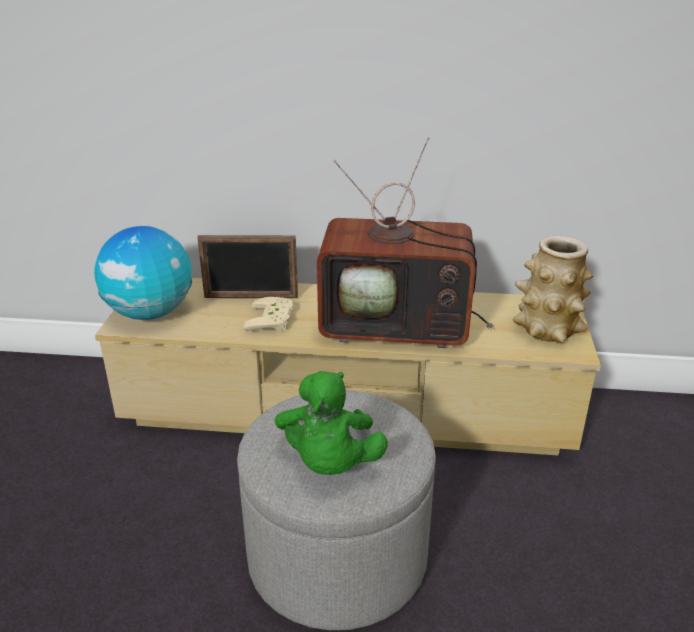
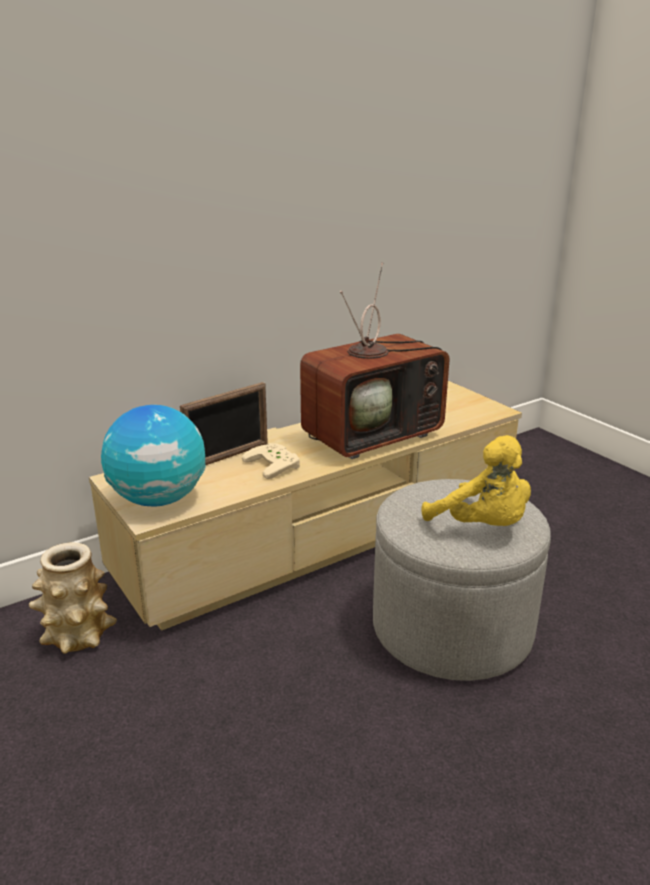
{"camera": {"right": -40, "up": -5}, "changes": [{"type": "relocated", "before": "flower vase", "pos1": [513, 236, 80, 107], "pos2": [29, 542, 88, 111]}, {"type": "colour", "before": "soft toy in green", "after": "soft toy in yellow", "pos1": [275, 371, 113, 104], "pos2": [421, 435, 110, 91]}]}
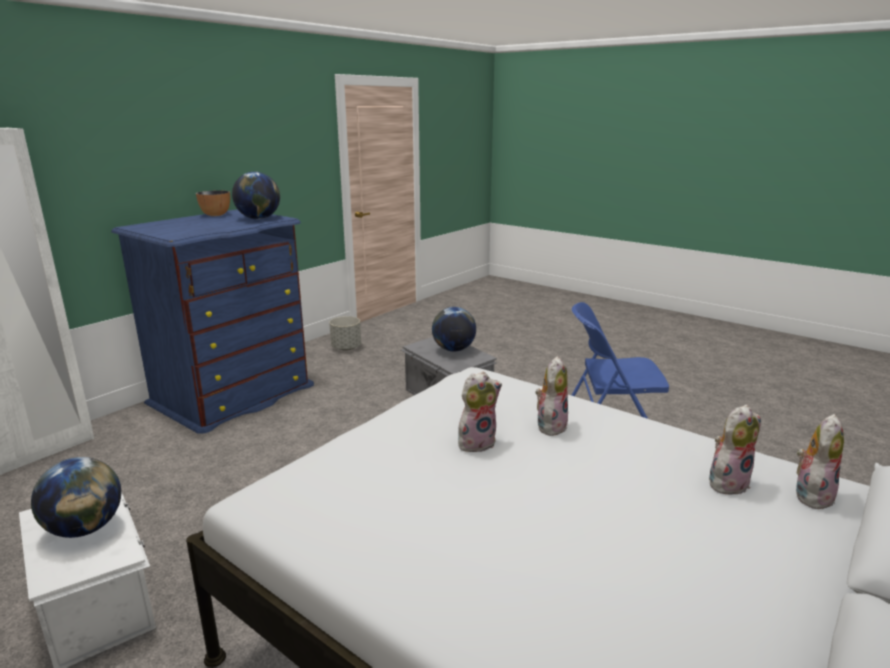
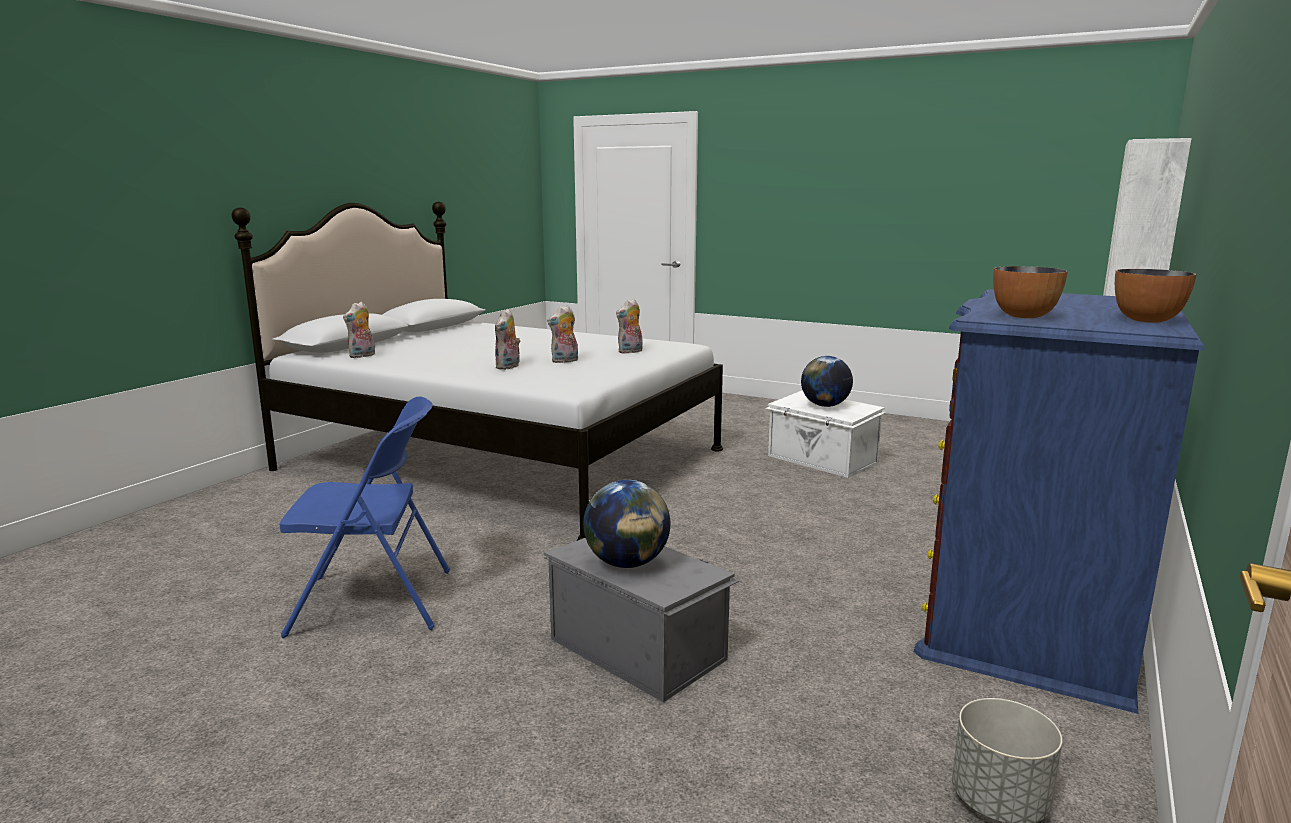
{"camera": {"right": 170, "up": -5}, "changes": [{"type": "relocated", "before": "soft toy", "pos1": [709, 405, 52, 90], "pos2": [616, 299, 27, 55]}, {"type": "exchanged", "before": "desk globe", "after": "bowl", "pos1": [232, 172, 48, 47], "pos2": [993, 266, 75, 52]}]}
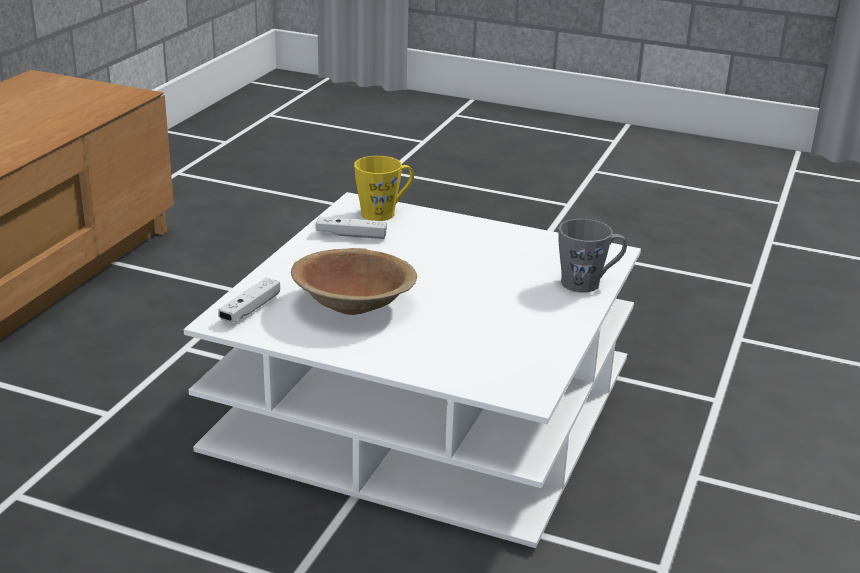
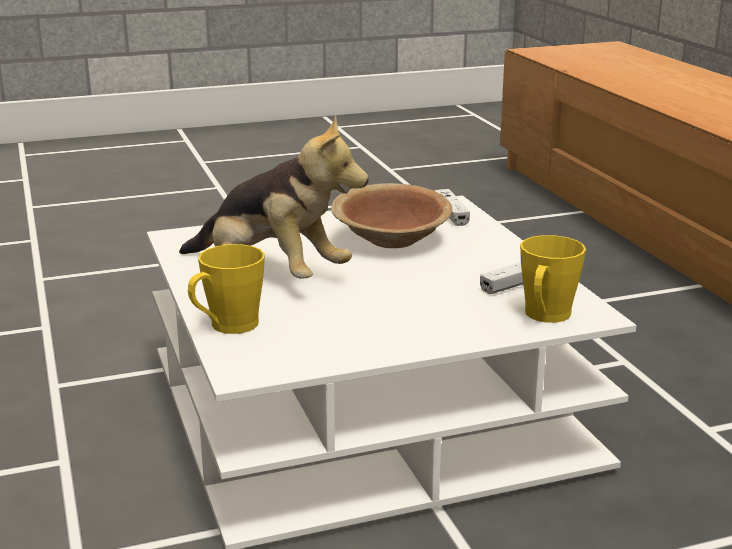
{"camera": {"right": 140, "up": -5}, "changes": [{"type": "appeared", "after": "soft toy", "pos2": [179, 115, 190, 164]}, {"type": "colour", "before": "tea mug in gray", "after": "tea mug in yellow", "pos1": [559, 219, 68, 74], "pos2": [188, 244, 77, 90]}]}
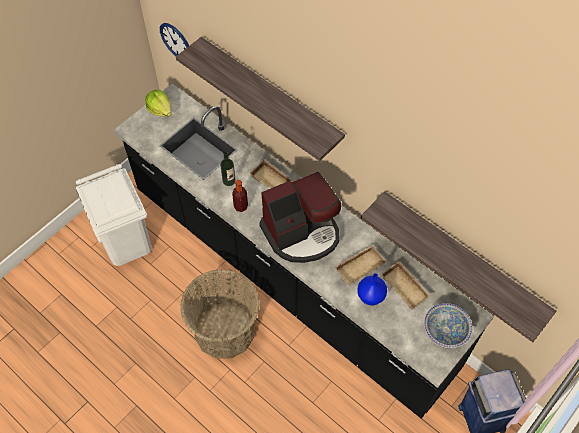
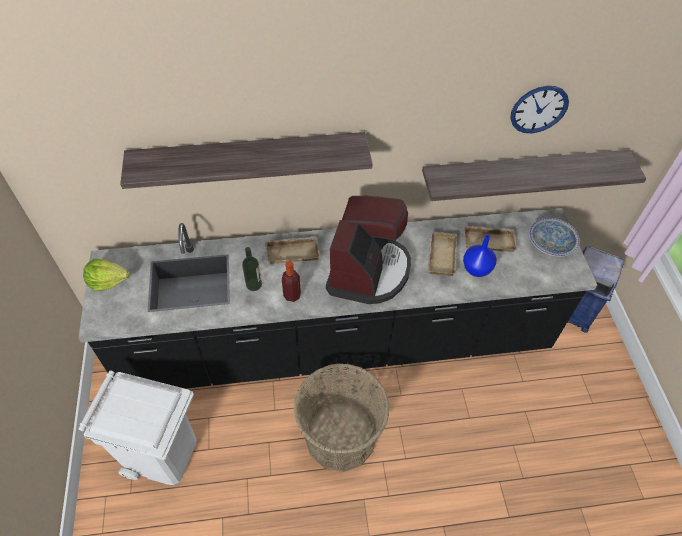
{"camera": {"right": -50, "up": -5}, "changes": [{"type": "relocated", "before": "hanging clock", "pos1": [160, 23, 29, 33], "pos2": [510, 86, 59, 47]}]}
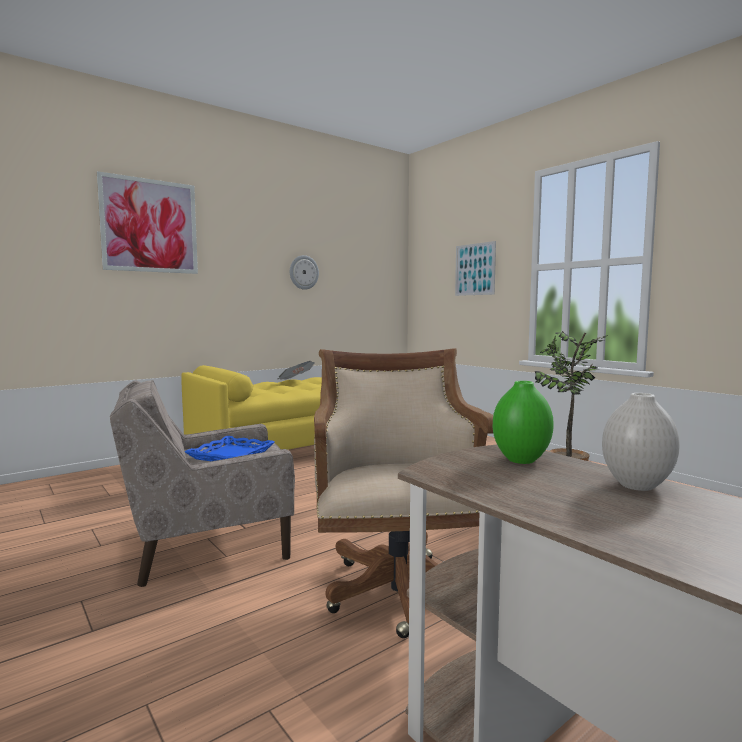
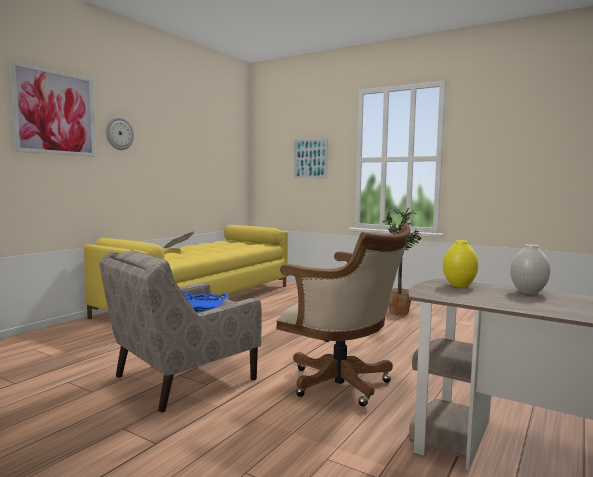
{"camera": {"right": -20, "up": 0}, "changes": [{"type": "relocated", "before": "hanging clock", "pos1": [290, 255, 29, 35], "pos2": [106, 117, 28, 33]}, {"type": "spun", "before": "computer chair", "pos1": [314, 348, 179, 290], "pos2": [276, 224, 134, 182], "turn": 150}, {"type": "colour", "before": "flower vase in green", "after": "flower vase in yellow", "pos1": [493, 381, 61, 83], "pos2": [443, 240, 35, 48]}]}
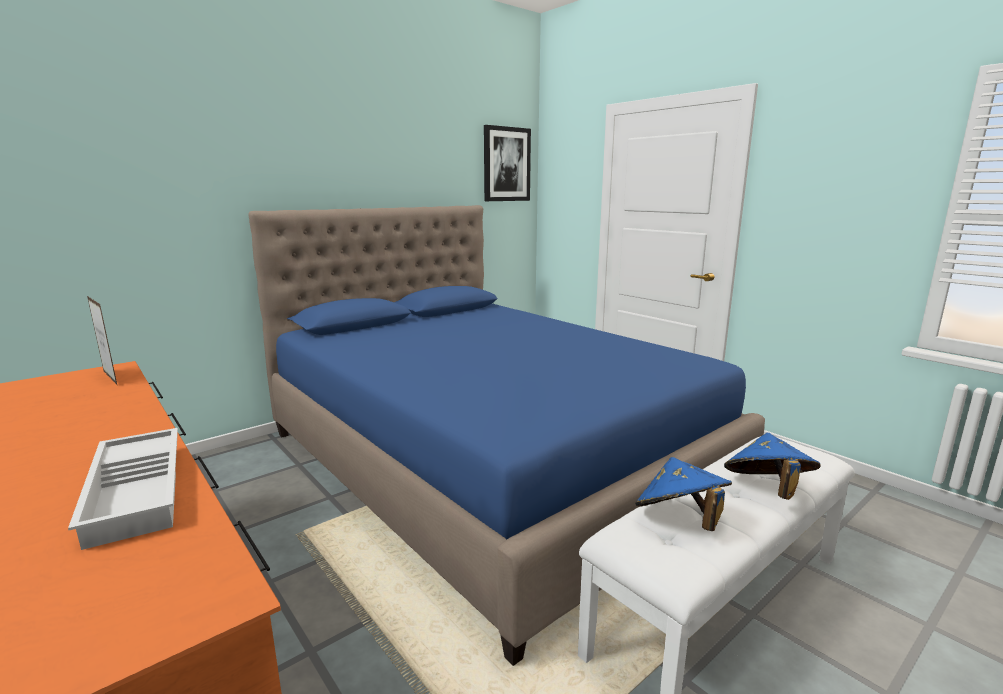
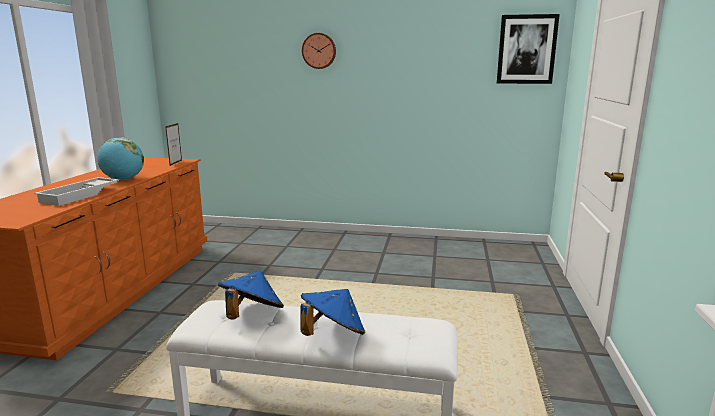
{"camera": {"right": 50, "up": 0}, "changes": [{"type": "appeared", "after": "desk globe", "pos2": [97, 137, 47, 43]}, {"type": "appeared", "after": "hanging clock", "pos2": [302, 33, 34, 36]}, {"type": "missing", "before": "sleeping bed in blue-coloured", "pos1": [248, 205, 517, 461]}]}
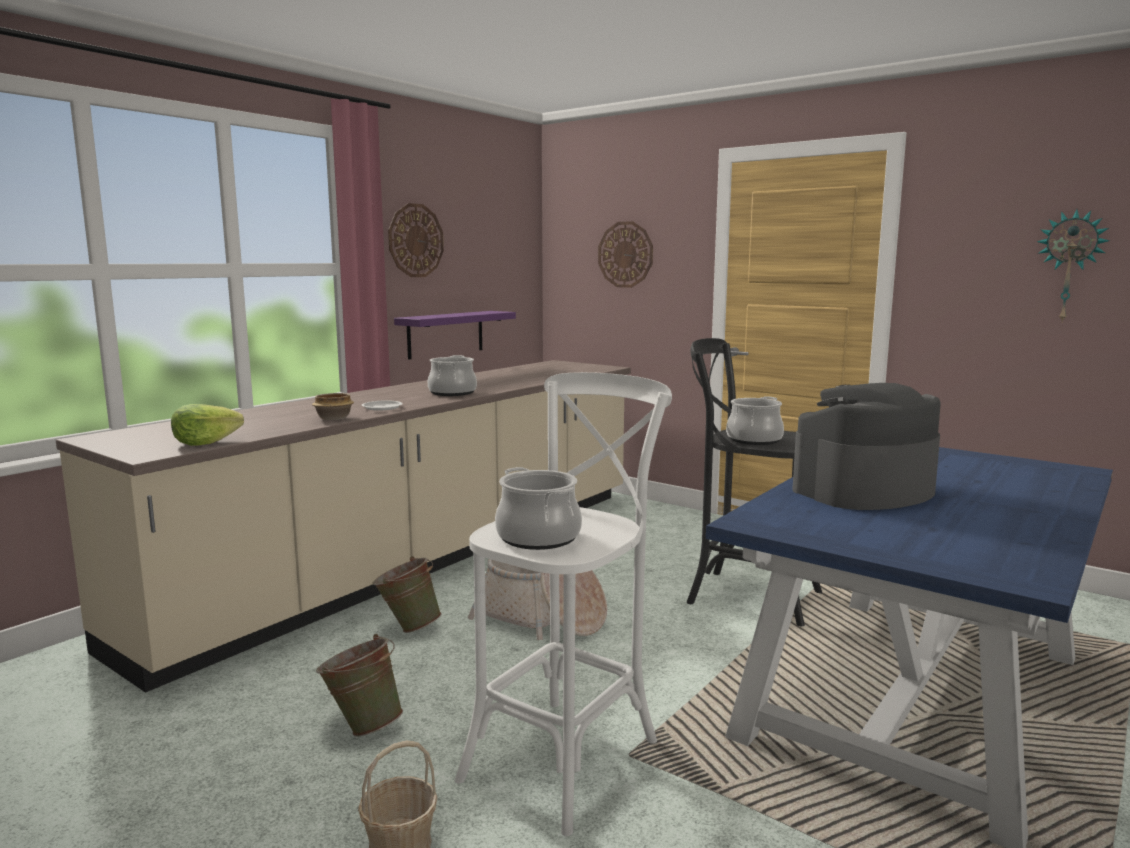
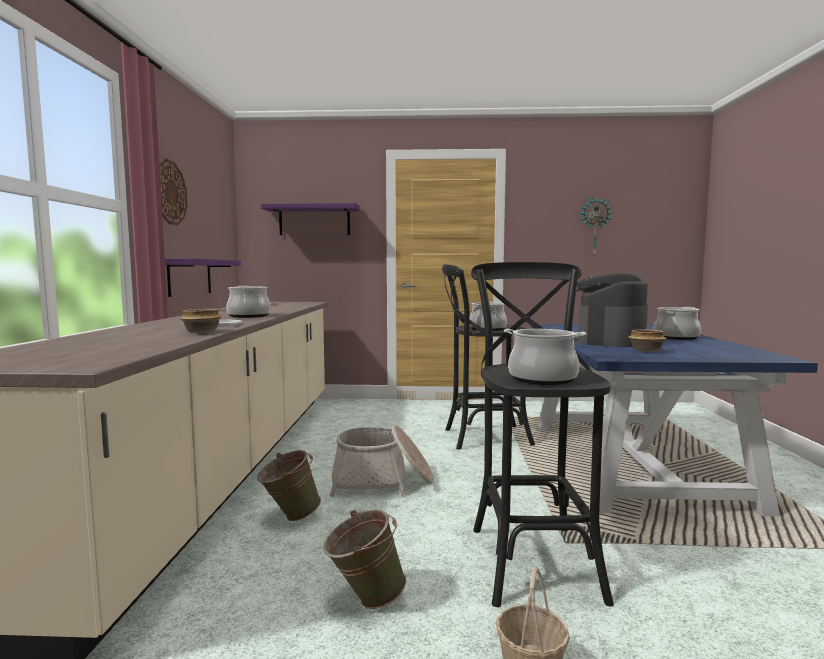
{"camera": {"right": -35, "up": -5}, "changes": [{"type": "exchanged", "before": "hanging clock", "after": "shelf in purple-coloured", "pos1": [598, 221, 55, 67], "pos2": [261, 203, 99, 32]}, {"type": "colour", "before": "stool in whitish", "after": "stool in black", "pos1": [455, 372, 217, 464], "pos2": [471, 262, 143, 345]}, {"type": "appeared", "after": "bowl", "pos2": [628, 329, 39, 23]}, {"type": "appeared", "after": "stockpot", "pos2": [653, 307, 48, 33]}, {"type": "missing", "before": "head of lettuce", "pos1": [171, 404, 73, 42]}]}
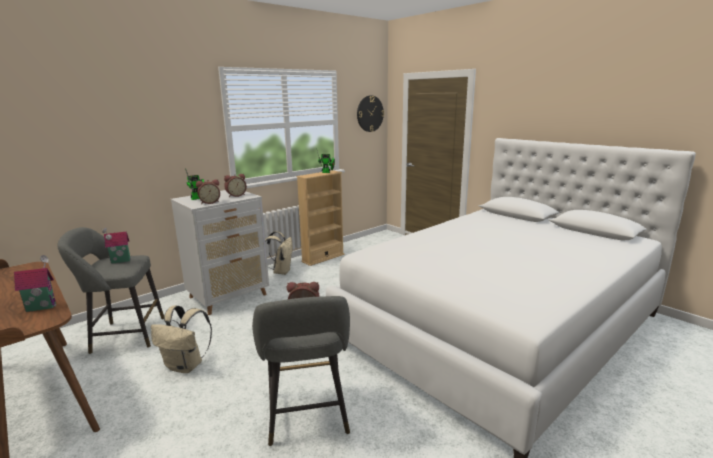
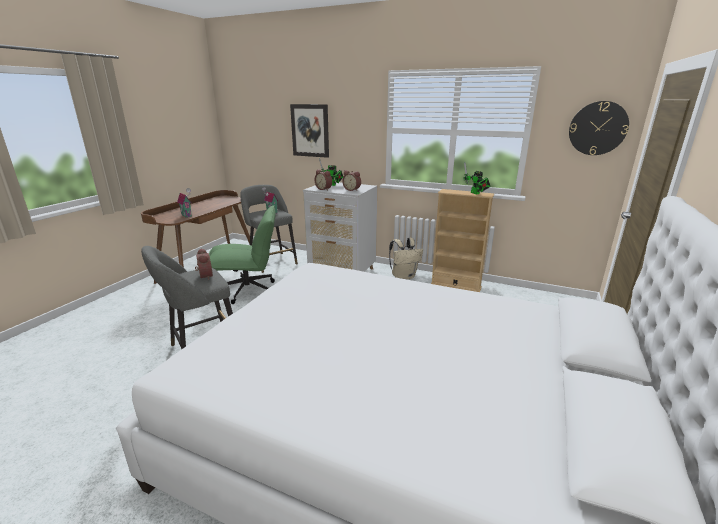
{"camera": {"right": 65, "up": 5}, "changes": [{"type": "exchanged", "before": "knapsack in beige", "after": "computer chair in green", "pos1": [151, 305, 61, 68], "pos2": [209, 205, 67, 99]}, {"type": "appeared", "after": "picture", "pos2": [290, 104, 39, 54]}]}
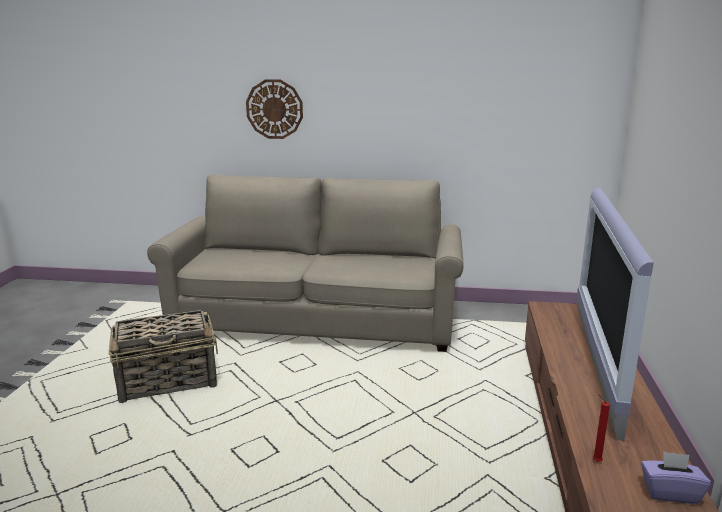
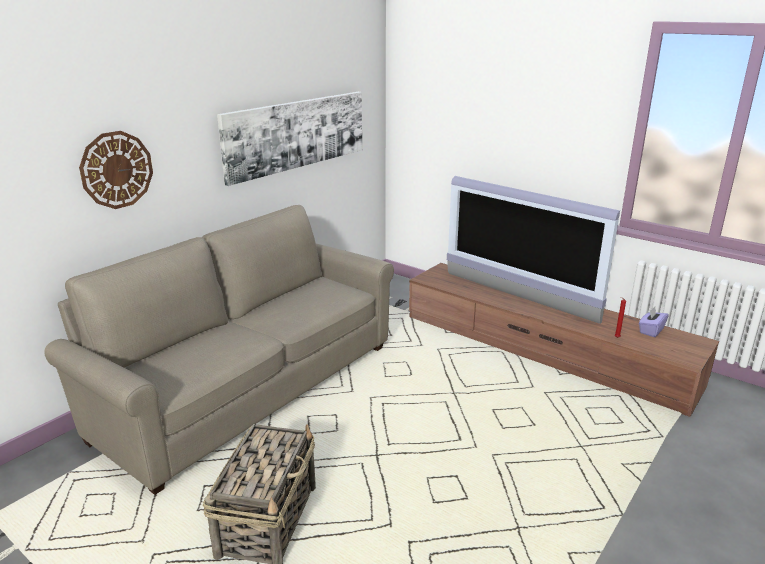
{"camera": {"right": -60, "up": 5}, "changes": [{"type": "appeared", "after": "picture", "pos2": [217, 92, 145, 94]}]}
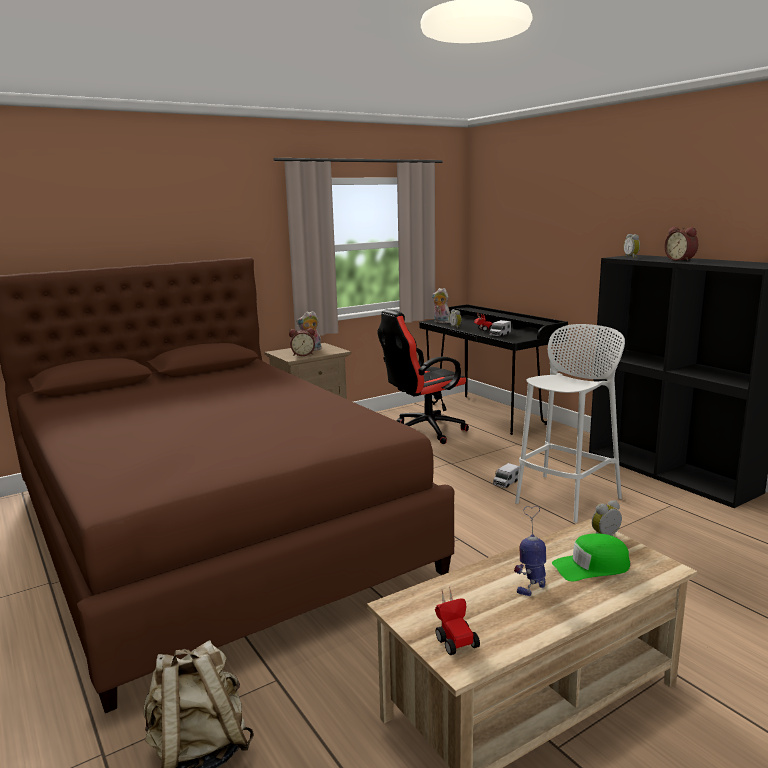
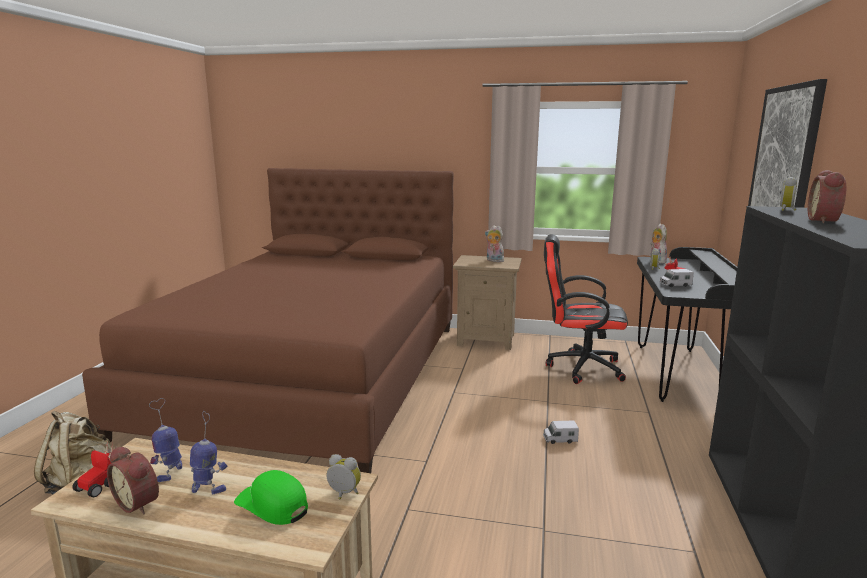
{"camera": {"right": 45, "up": 0}, "changes": [{"type": "relocated", "before": "table clock", "pos1": [289, 328, 26, 28], "pos2": [107, 446, 52, 69]}, {"type": "appeared", "after": "toy robot", "pos2": [149, 398, 33, 84]}, {"type": "appeared", "after": "picture", "pos2": [748, 79, 79, 129]}, {"type": "missing", "before": "stool in whitish", "pos1": [515, 324, 110, 199]}]}
